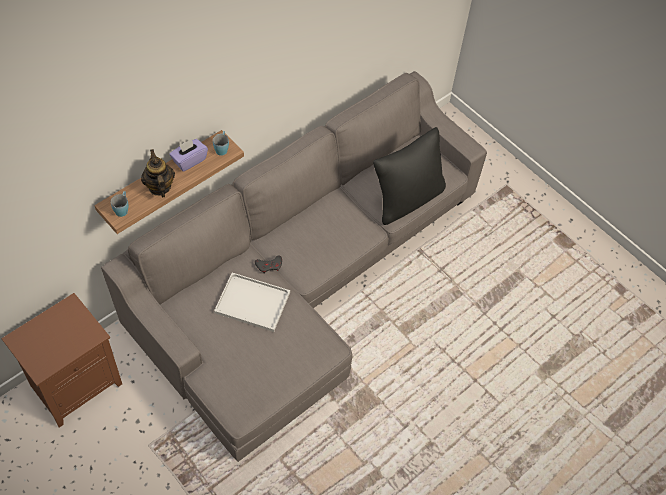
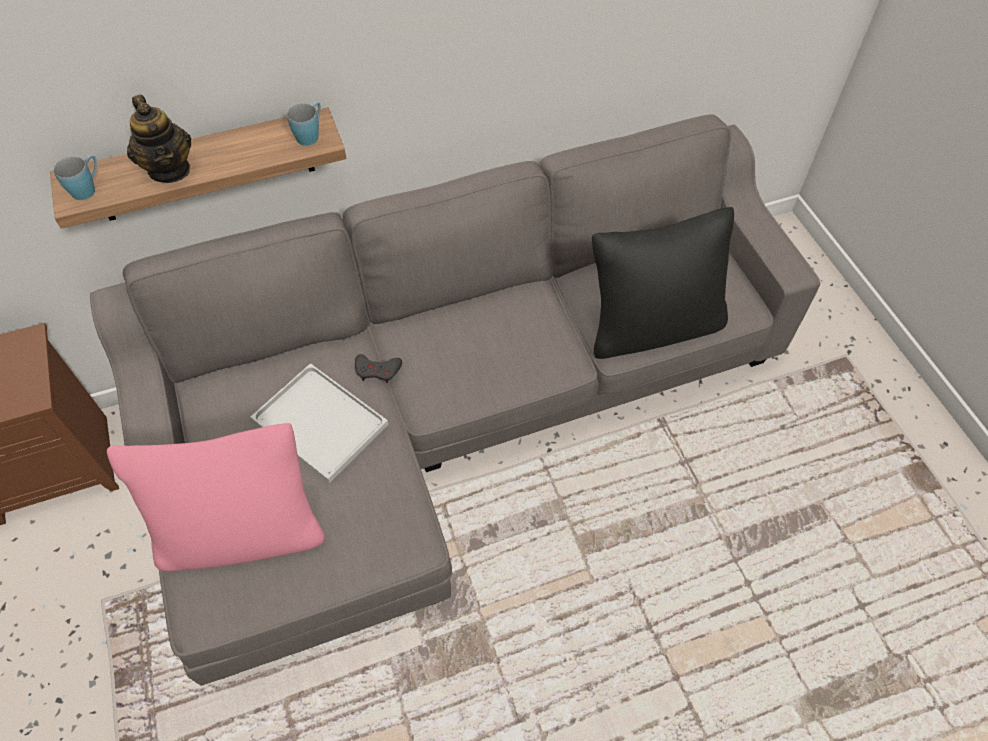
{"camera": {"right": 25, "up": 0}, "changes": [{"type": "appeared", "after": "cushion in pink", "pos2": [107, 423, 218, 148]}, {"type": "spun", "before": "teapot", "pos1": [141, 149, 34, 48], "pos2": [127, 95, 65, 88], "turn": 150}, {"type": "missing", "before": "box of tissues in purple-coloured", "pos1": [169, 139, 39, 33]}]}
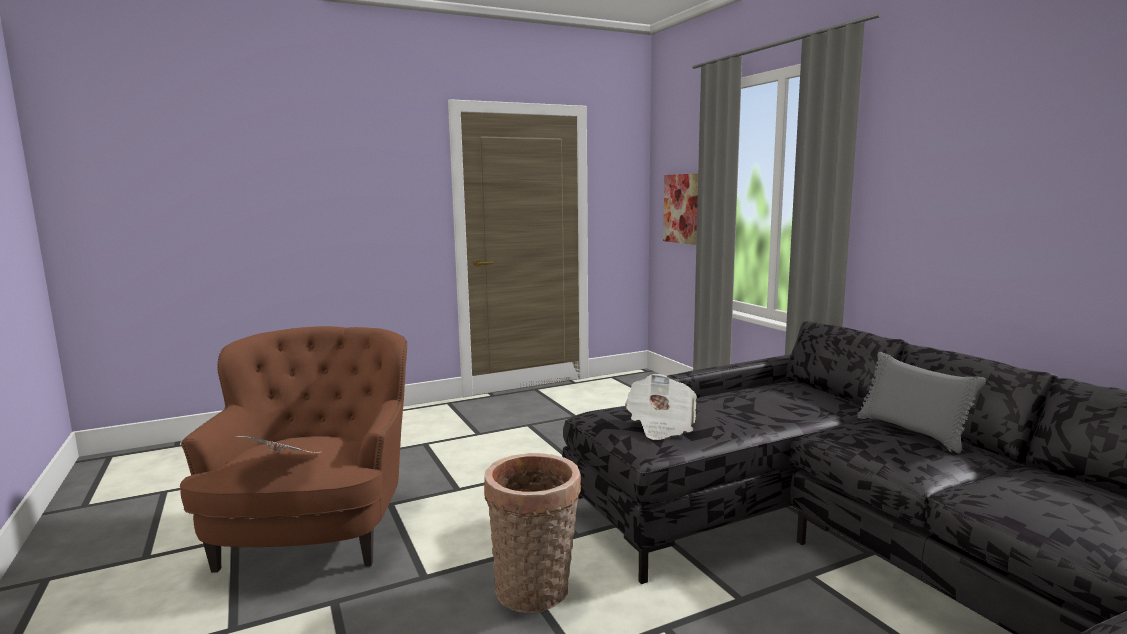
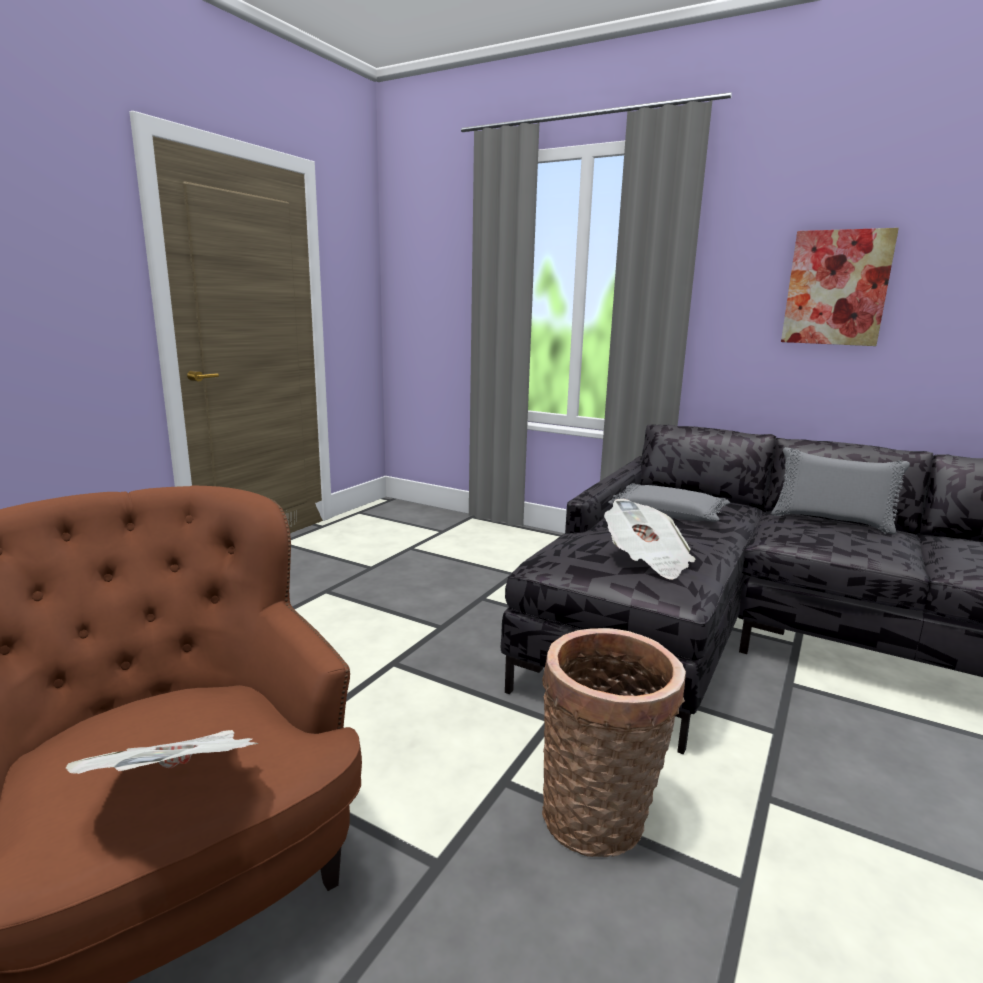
{"camera": {"right": -35, "up": 5}, "changes": [{"type": "appeared", "after": "cushion in gray", "pos2": [608, 483, 122, 39]}, {"type": "relocated", "before": "picture", "pos1": [663, 173, 35, 72], "pos2": [781, 228, 118, 118]}]}
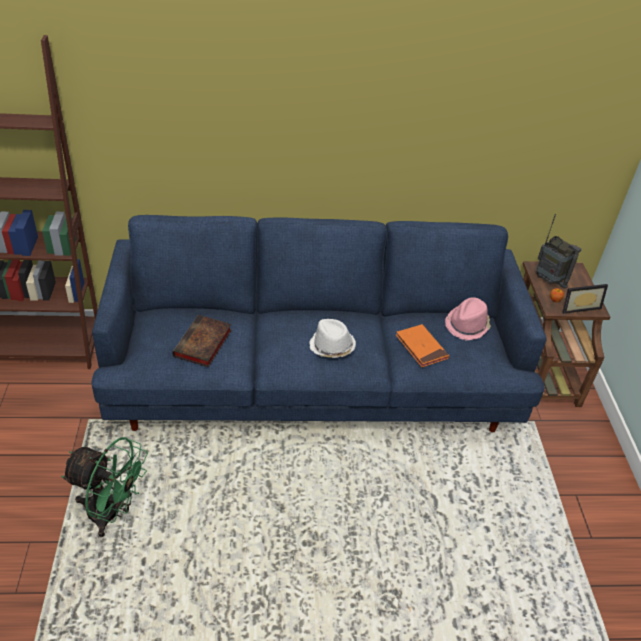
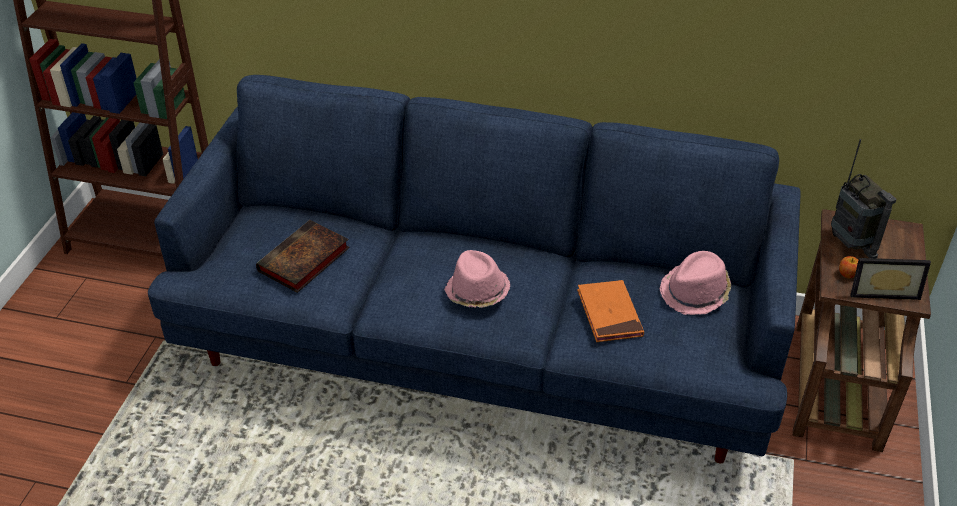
{"camera": {"right": 20, "up": 0}, "changes": [{"type": "colour", "before": "hat in whitish", "after": "hat in pink", "pos1": [309, 319, 47, 39], "pos2": [444, 250, 66, 58]}, {"type": "missing", "before": "fan in green", "pos1": [61, 437, 87, 100]}]}
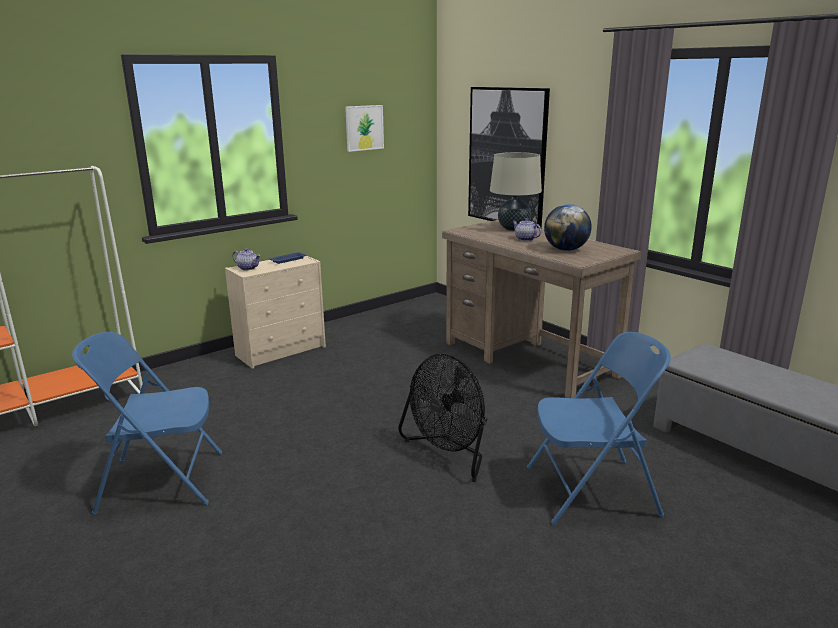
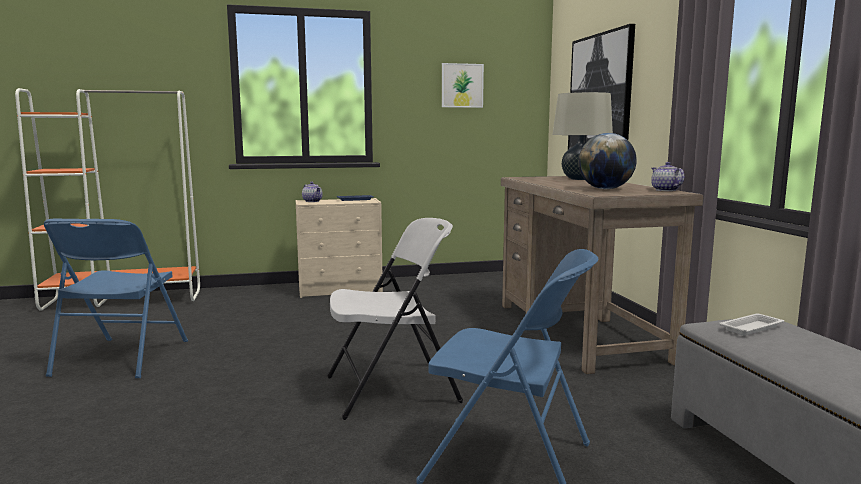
{"camera": {"right": 25, "up": -10}, "changes": [{"type": "spun", "before": "upright chair in blue-coloured", "pos1": [72, 332, 150, 184], "pos2": [44, 219, 144, 159], "turn": -105}, {"type": "exchanged", "before": "fan in black", "after": "upright chair in whitish", "pos1": [398, 354, 89, 128], "pos2": [327, 218, 136, 202]}, {"type": "relocated", "before": "teapot", "pos1": [512, 218, 29, 23], "pos2": [651, 162, 33, 29]}, {"type": "appeared", "after": "tray in whitish", "pos2": [719, 314, 65, 21]}]}
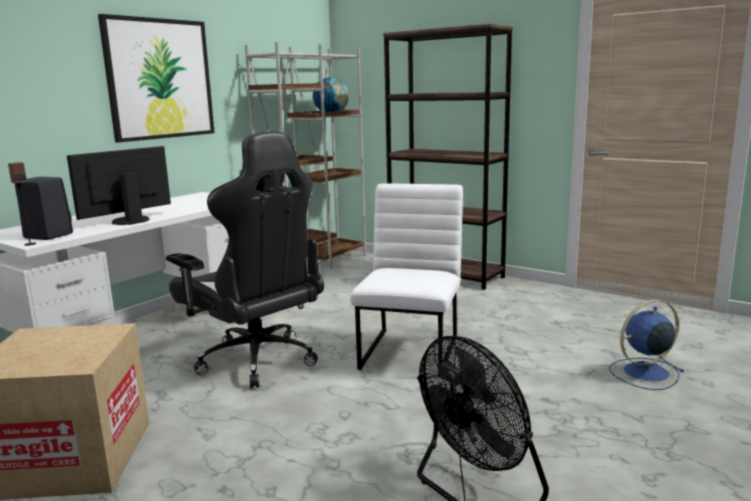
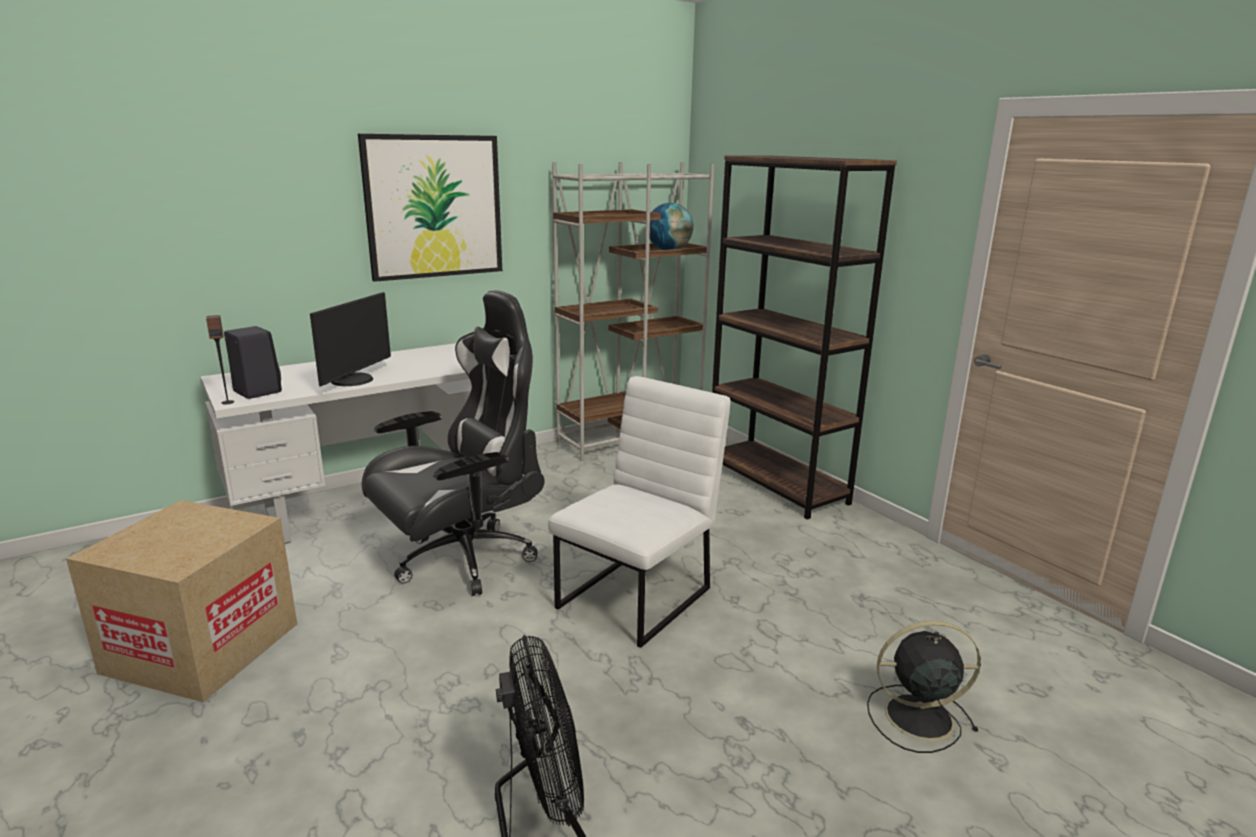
{"camera": {"right": 20, "up": 5}, "changes": [{"type": "spun", "before": "monitor", "pos1": [67, 146, 104, 79], "pos2": [310, 292, 81, 94], "turn": 135}, {"type": "spun", "before": "computer chair in black", "pos1": [166, 132, 158, 256], "pos2": [362, 290, 183, 306], "turn": -105}, {"type": "colour", "before": "fan in blue-coloured", "after": "fan in black", "pos1": [609, 300, 76, 90], "pos2": [867, 621, 114, 132]}]}
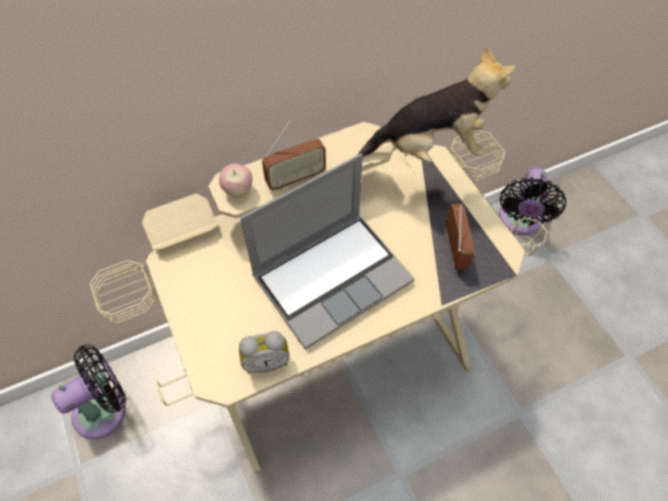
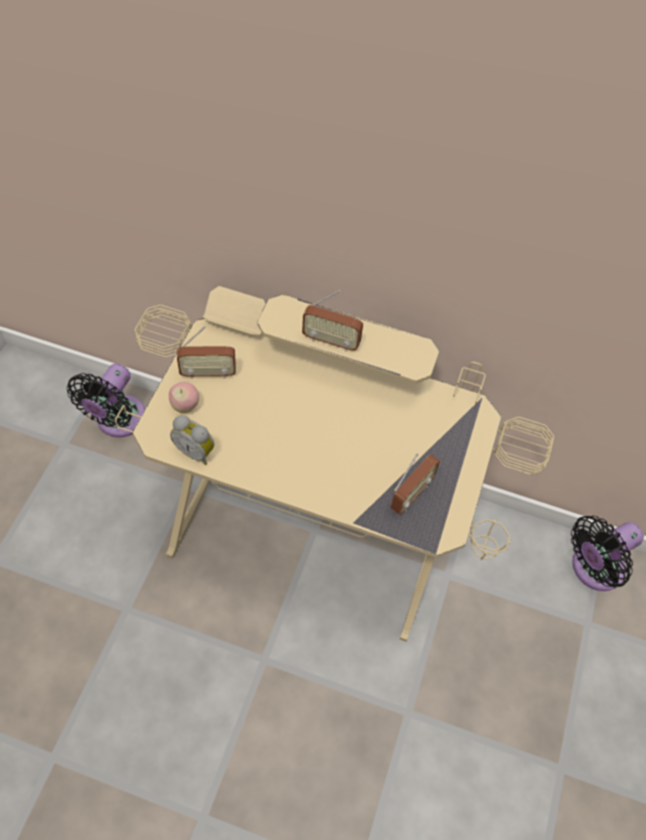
{"camera": {"right": 40, "up": 0}, "changes": [{"type": "spun", "before": "fan in black", "pos1": [51, 345, 75, 94], "pos2": [67, 363, 78, 74], "turn": 105}, {"type": "relocated", "before": "apple", "pos1": [219, 164, 34, 34], "pos2": [169, 382, 30, 31]}, {"type": "appeared", "after": "radio receiver", "pos2": [177, 326, 59, 53]}, {"type": "missing", "before": "notebook computer", "pos1": [240, 153, 175, 196]}, {"type": "missing", "before": "soft toy", "pos1": [358, 45, 157, 118]}]}
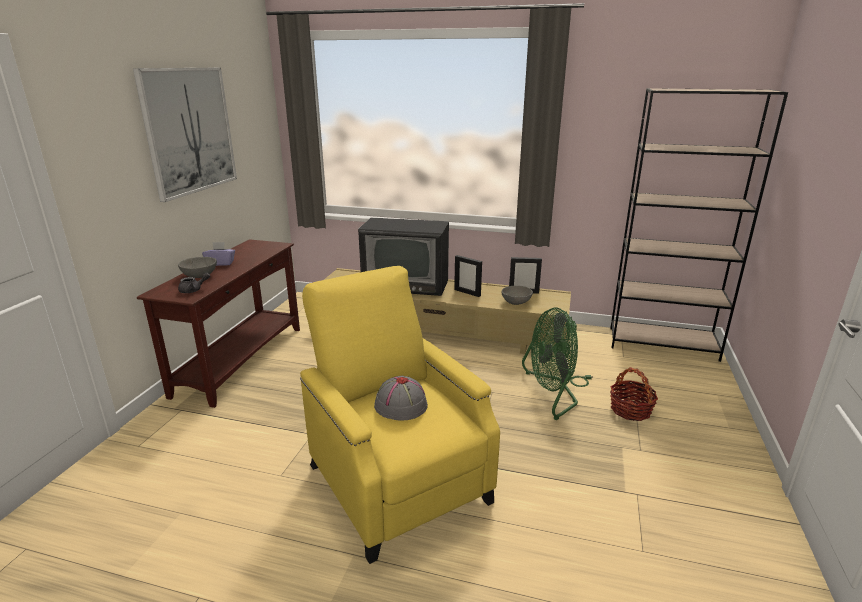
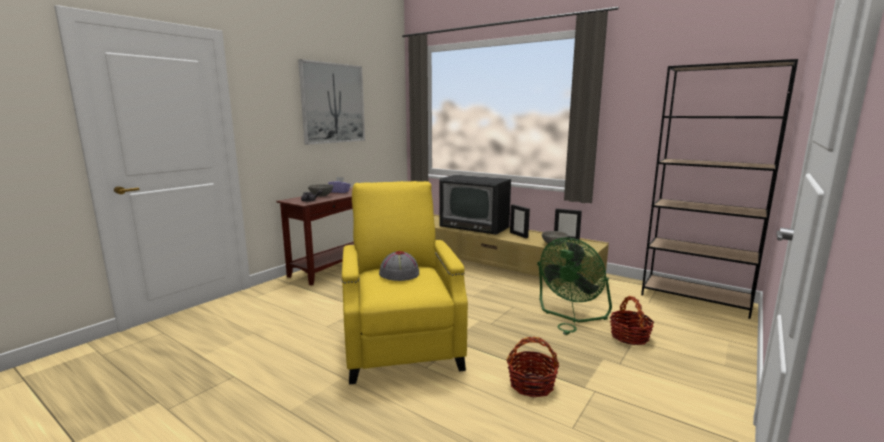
{"camera": {"right": 20, "up": -10}, "changes": [{"type": "appeared", "after": "storage basket", "pos2": [506, 337, 53, 61]}, {"type": "spun", "before": "fan in green", "pos1": [522, 307, 71, 113], "pos2": [537, 238, 75, 97], "turn": 120}]}
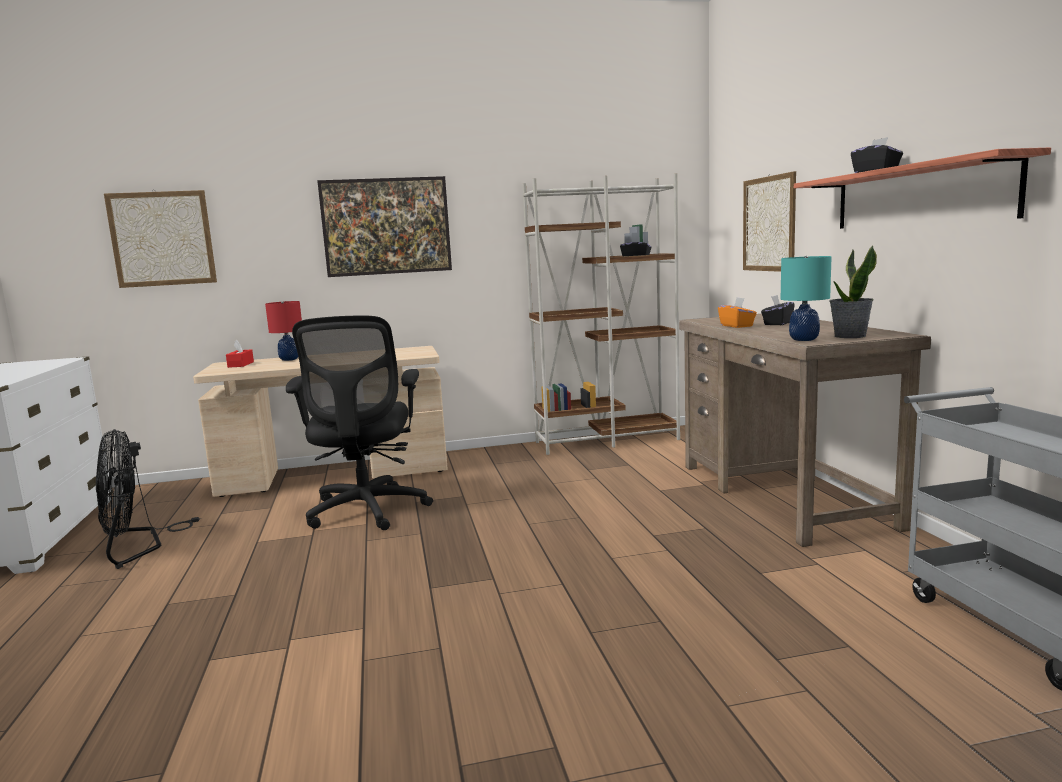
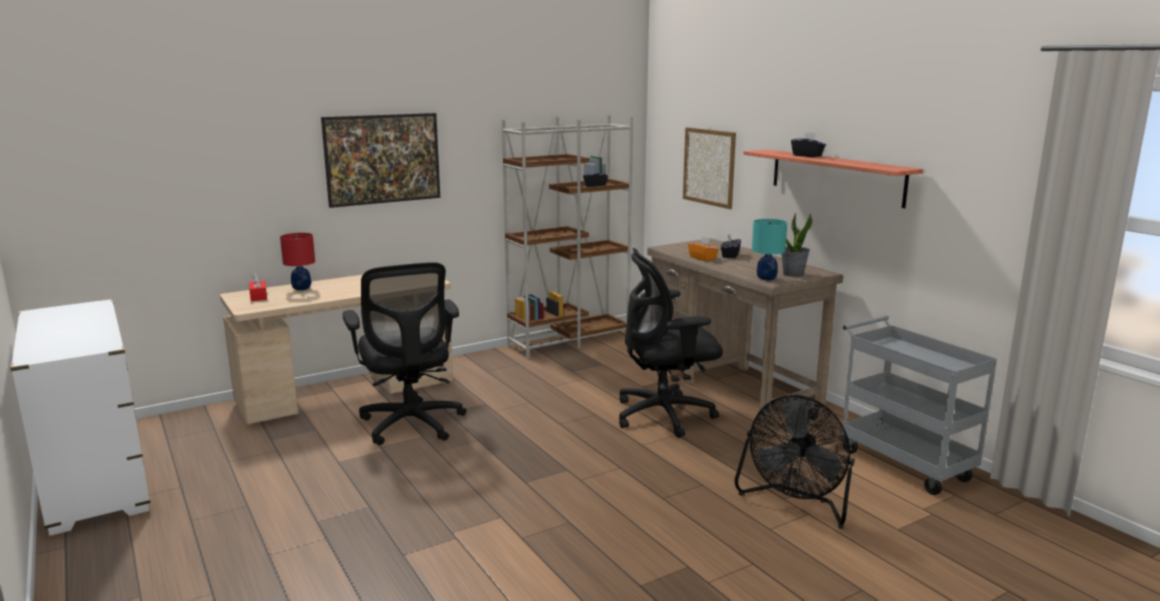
{"camera": {"right": -20, "up": 5}, "changes": [{"type": "appeared", "after": "computer chair in black", "pos2": [619, 248, 104, 190]}, {"type": "relocated", "before": "fan in black", "pos1": [96, 429, 104, 140], "pos2": [735, 395, 120, 134]}, {"type": "missing", "before": "picture", "pos1": [104, 190, 113, 98]}]}
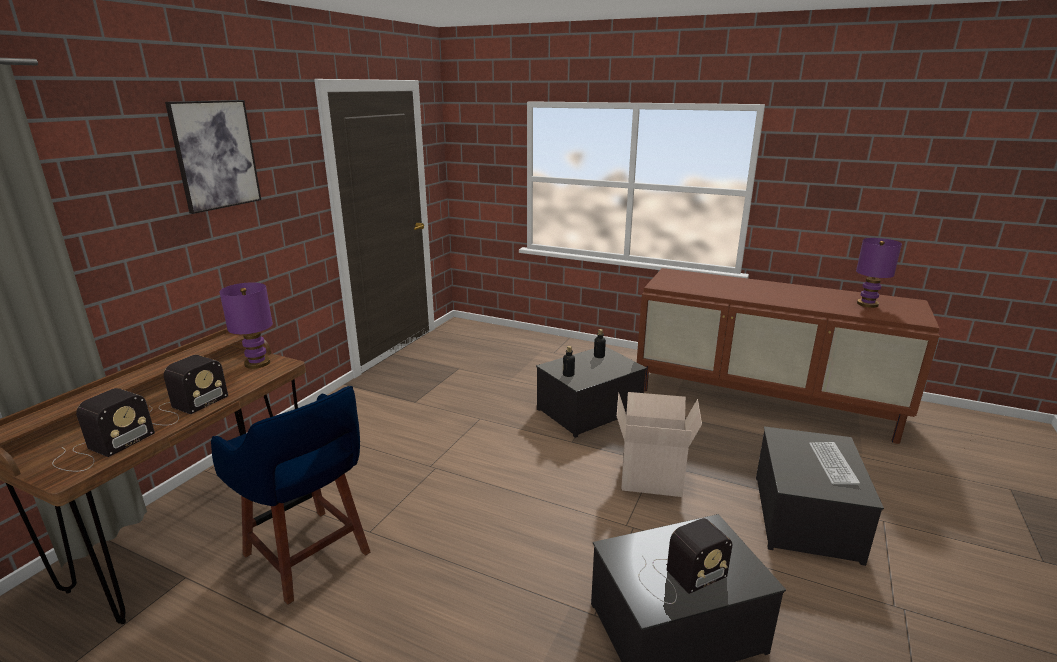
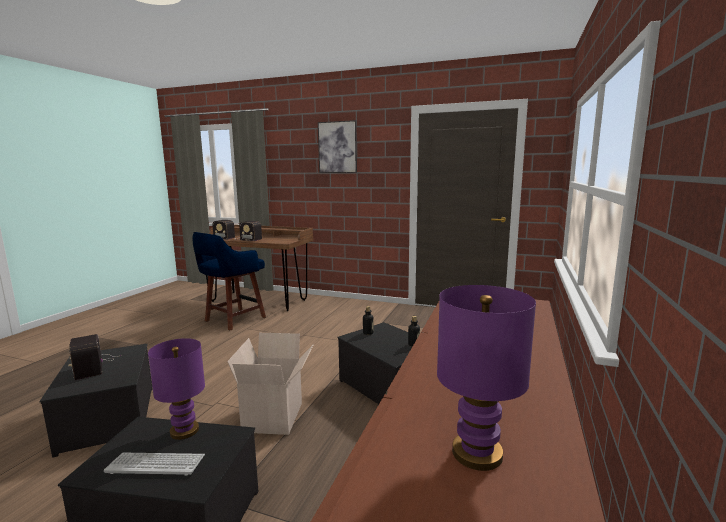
{"camera": {"right": 85, "up": -10}, "changes": [{"type": "relocated", "before": "table lamp in purple-coloured", "pos1": [219, 282, 54, 87], "pos2": [148, 338, 57, 102]}]}
